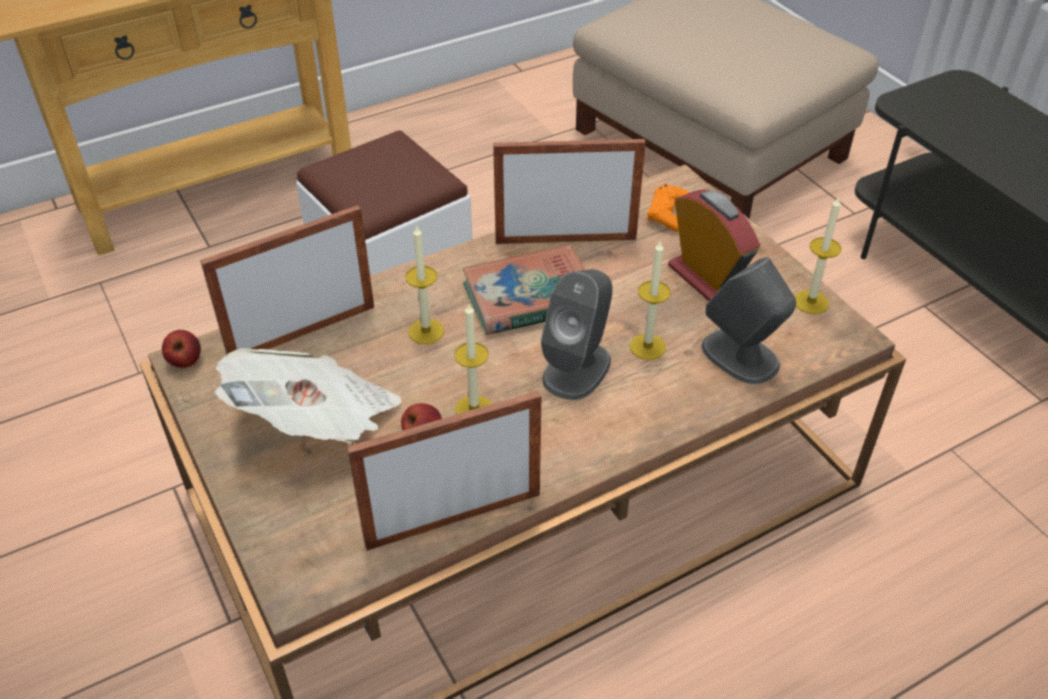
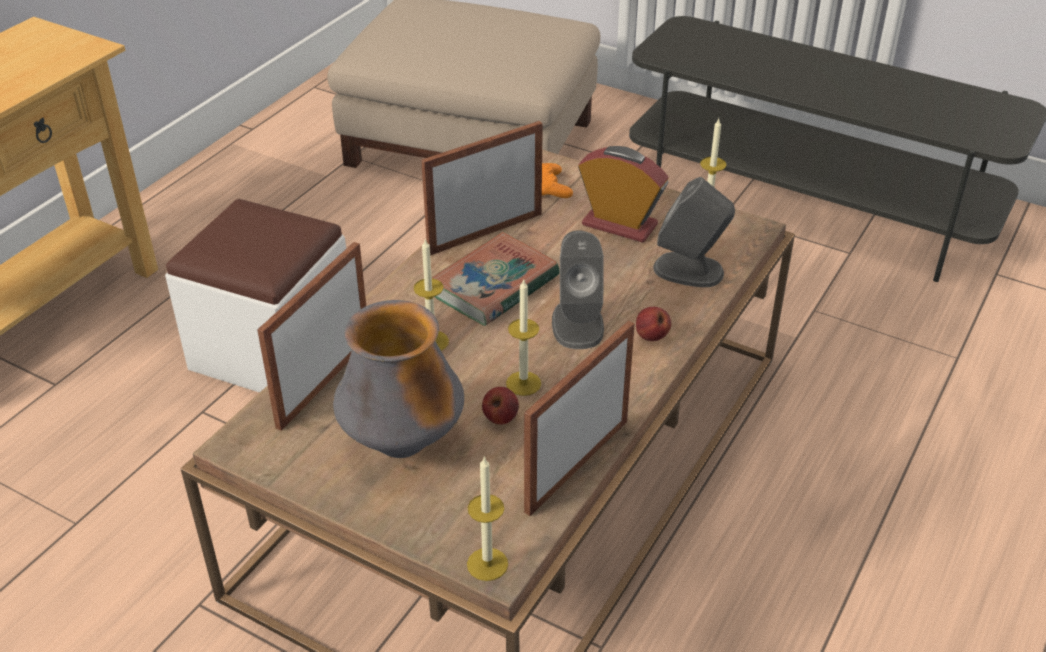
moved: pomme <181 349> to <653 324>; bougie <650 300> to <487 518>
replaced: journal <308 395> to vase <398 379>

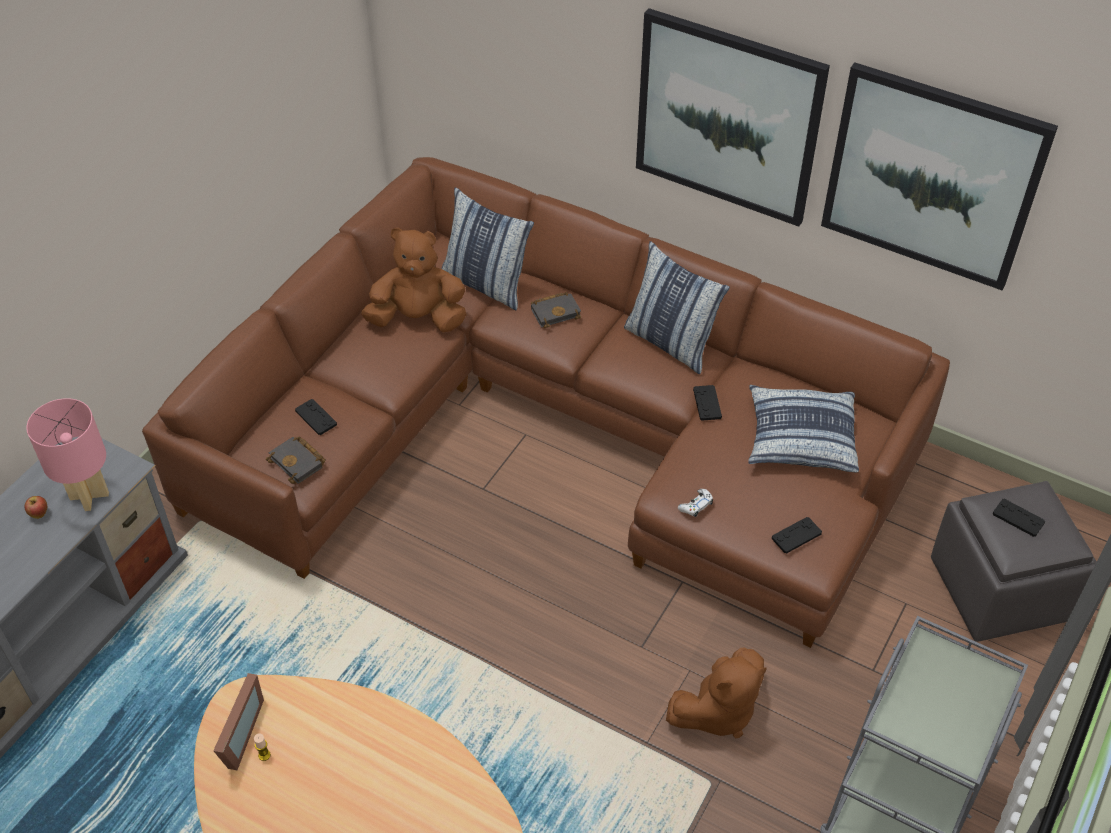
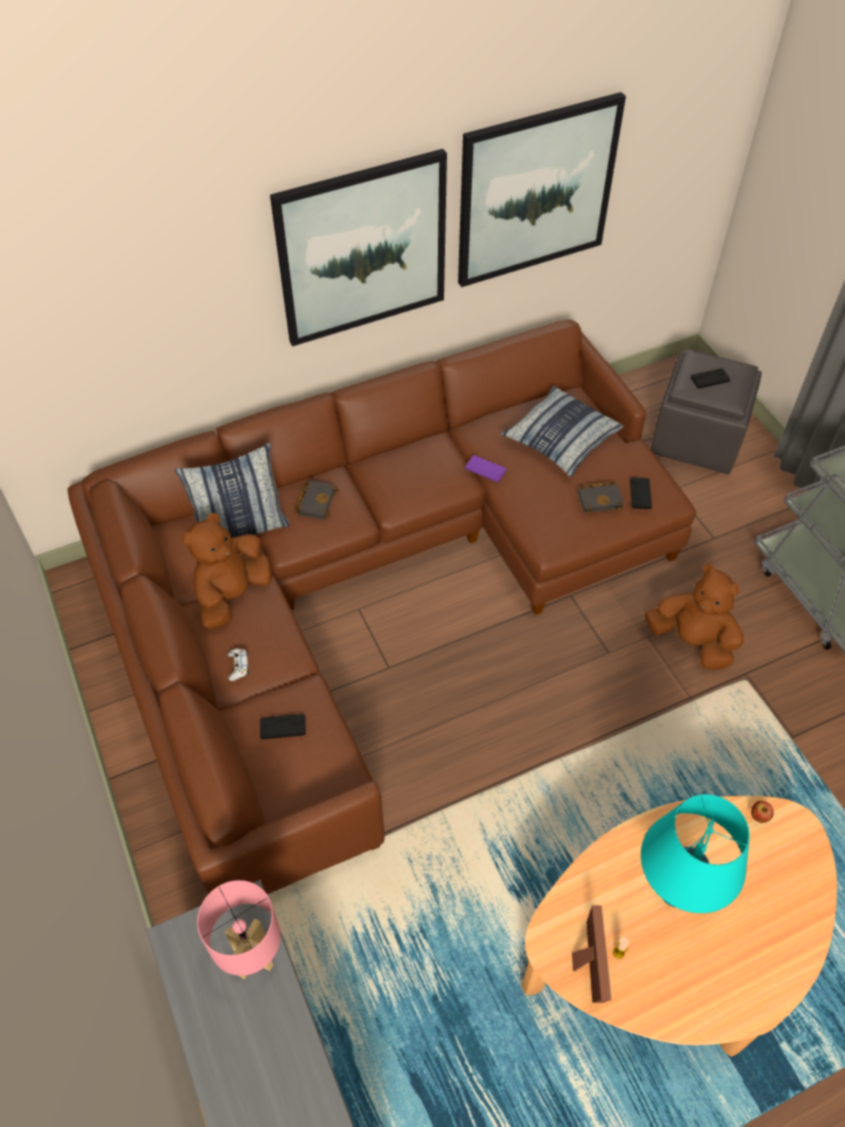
removed: coussin <677 307>
added: lampe de table [turquoise] <695 853>
moved: pomme <35 507> to <762 812>; livre [noir] <296 460> to <601 498>; manette [blanc] <695 503> to <238 665>
recoloured: manette [noir] <707 403> to manette [violet] <485 468>
turned: cadre photo <238 721> = <592 954> 45 degrees clockwise; peluche [marron] <716 693> = <693 617> 60 degrees counterclockwise

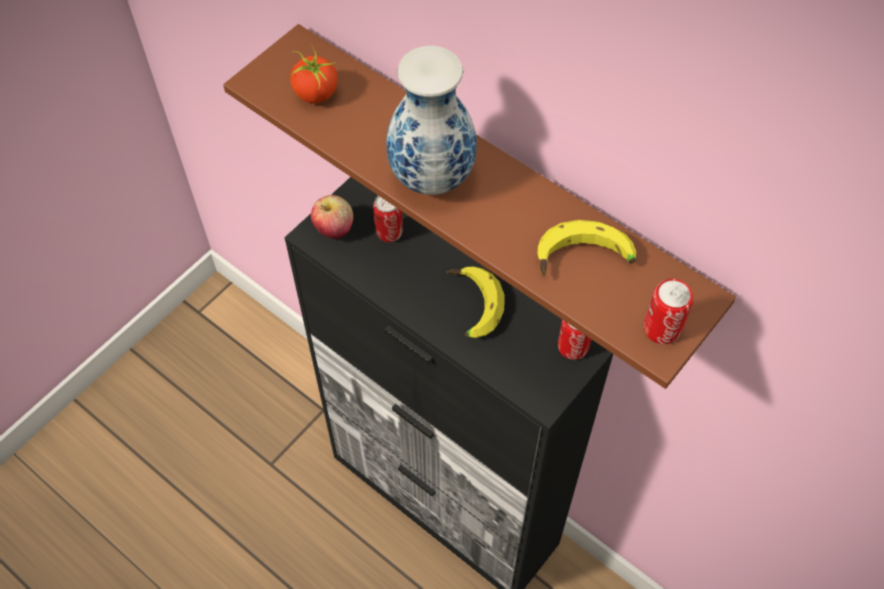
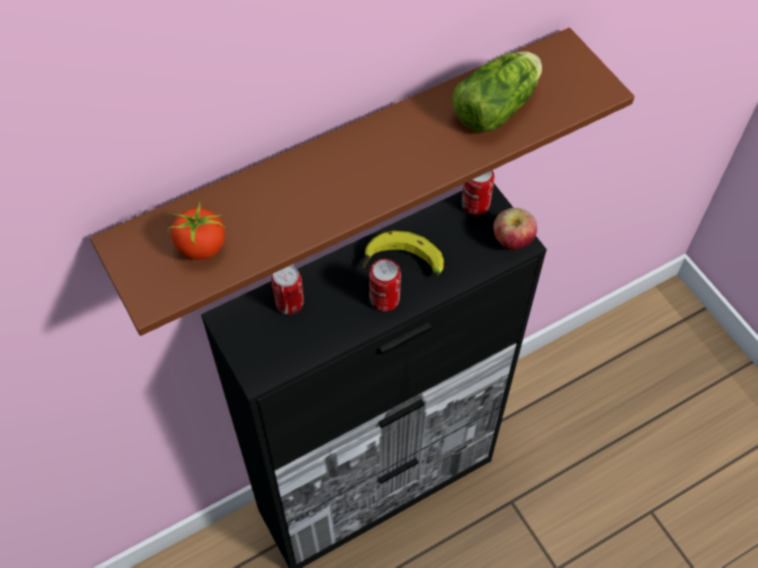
removed: vase <431 120>
moved: pomme <332 217> to <515 229>; boîte métallique <668 311> to <385 285>
replaced: banane <586 248> to laitue <497 91>

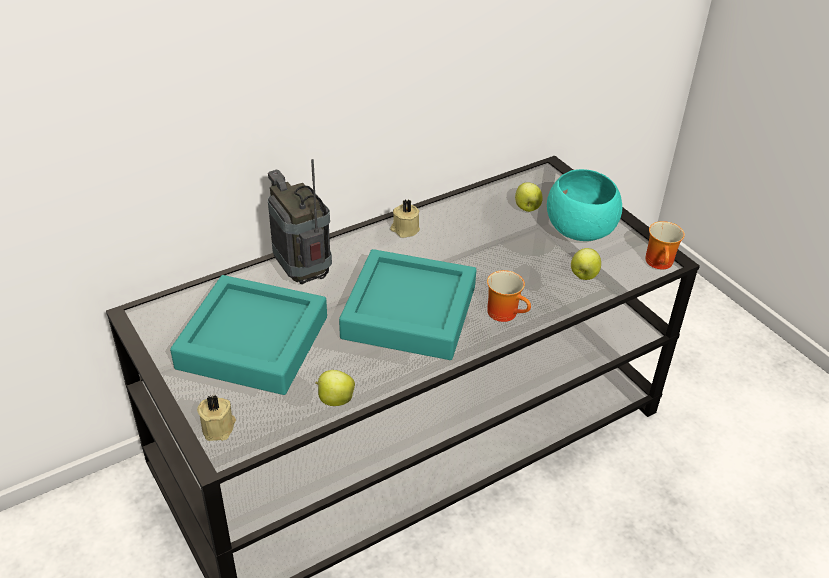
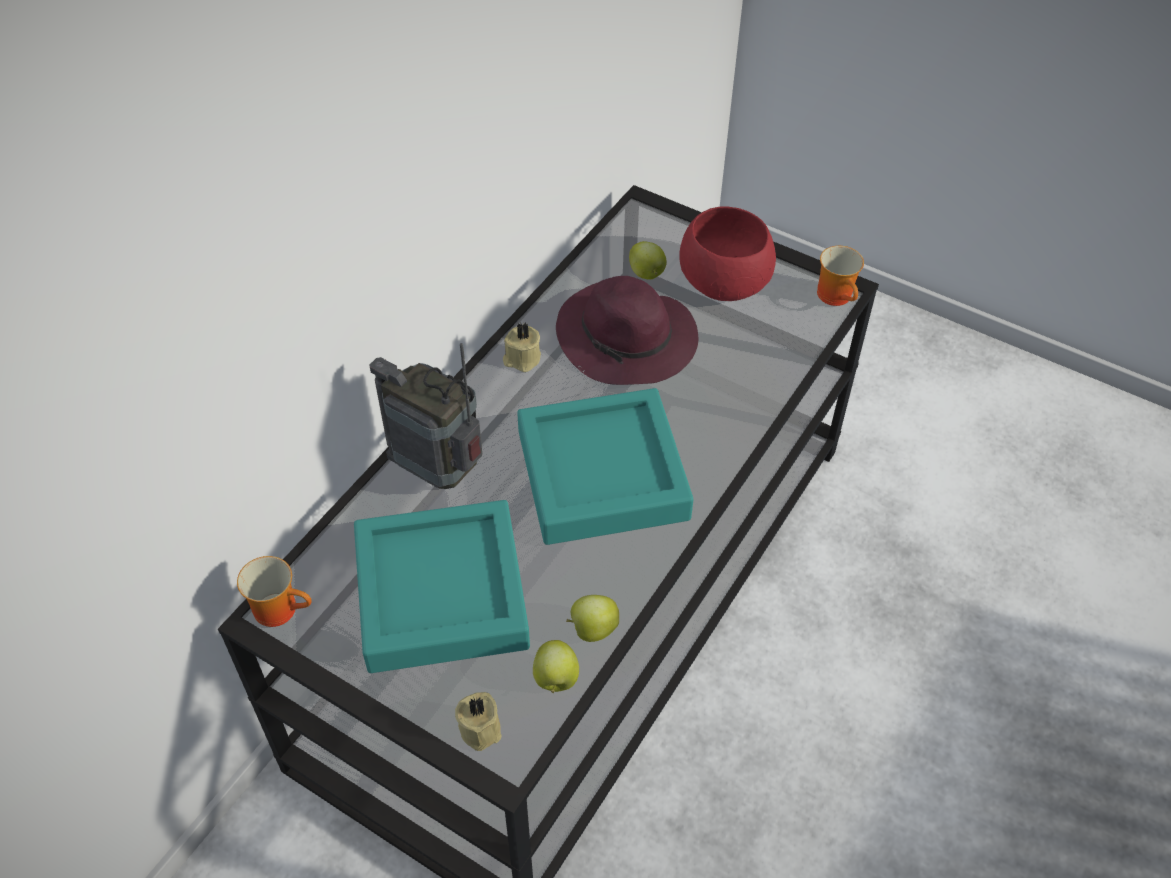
added: chapeau [violet] <627 330>
moved: mug <509 296> to <274 591>; pomme <586 264> to <556 666>
recoloured: bol [turquoise] <584 205> to bol [rouge] <727 253>

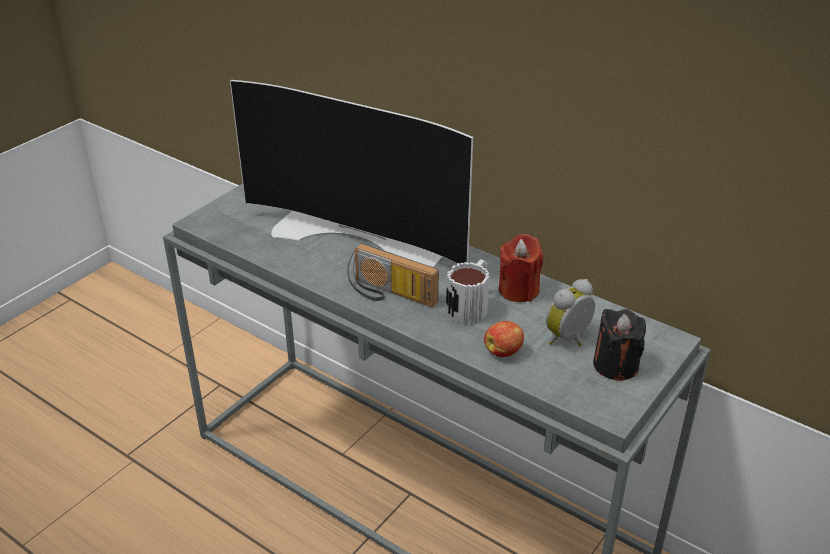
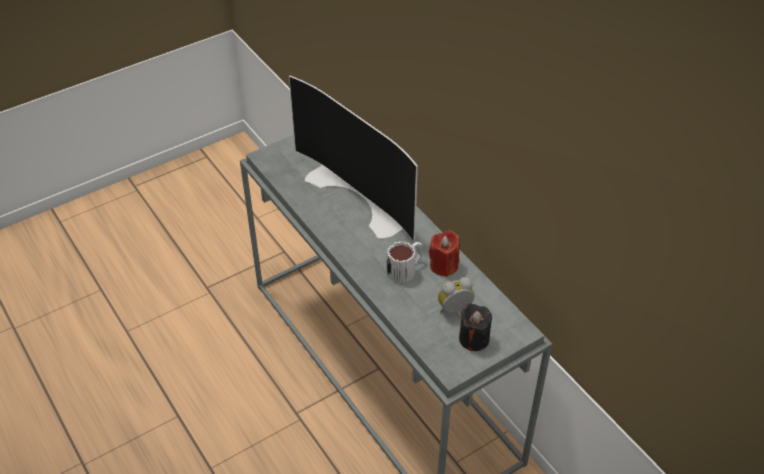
removed: radio <393 275>; pomme <504 339>

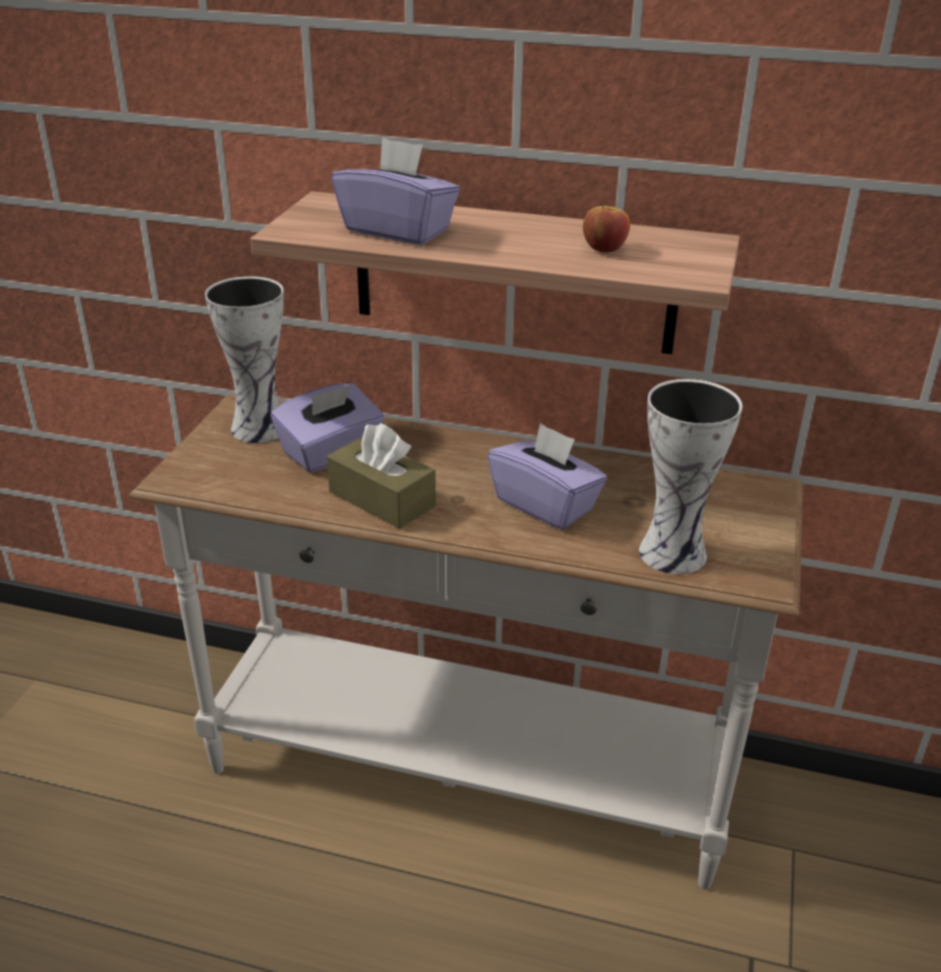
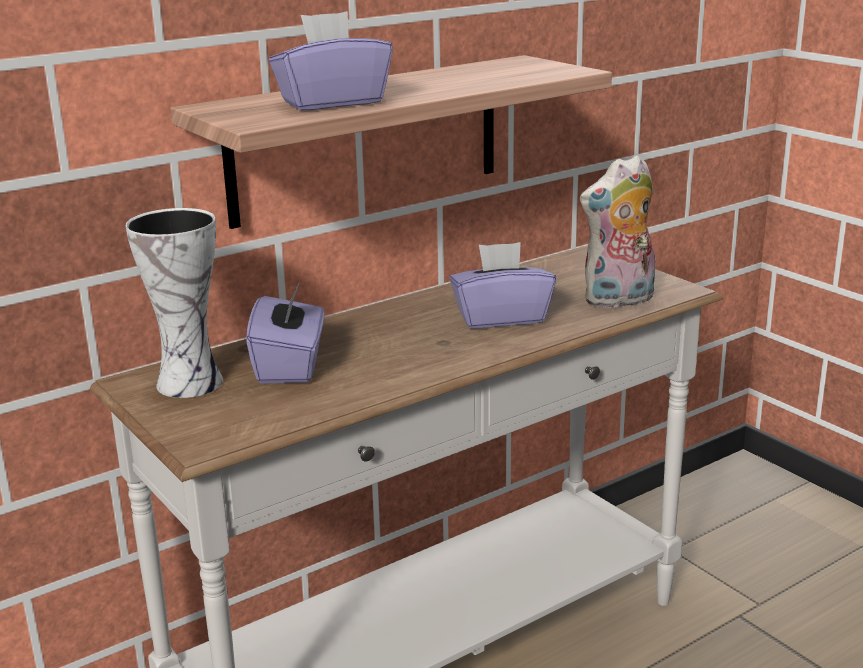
removed: boîte à mouchoirs [marron] <381 476>; pomme <606 228>
replaced: vase <690 476> to peluche <617 231>

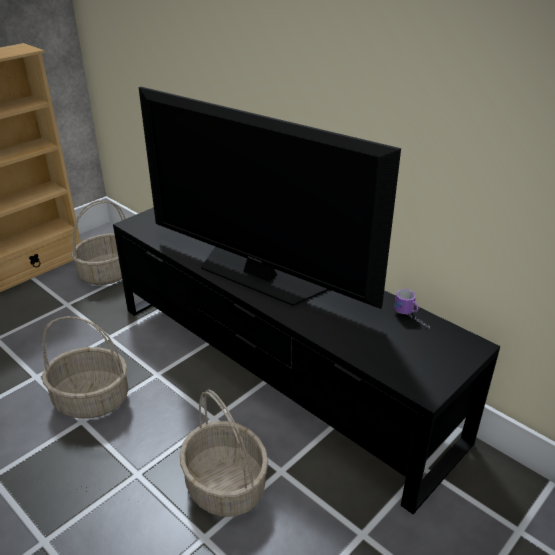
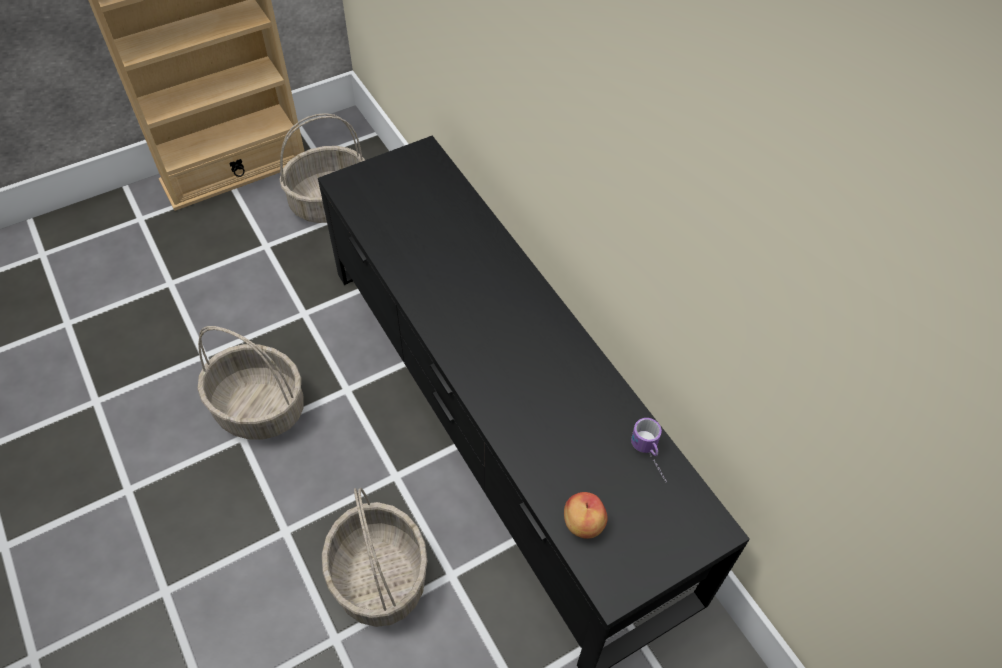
removed: téléviseur <270 198>
added: pomme <586 515>

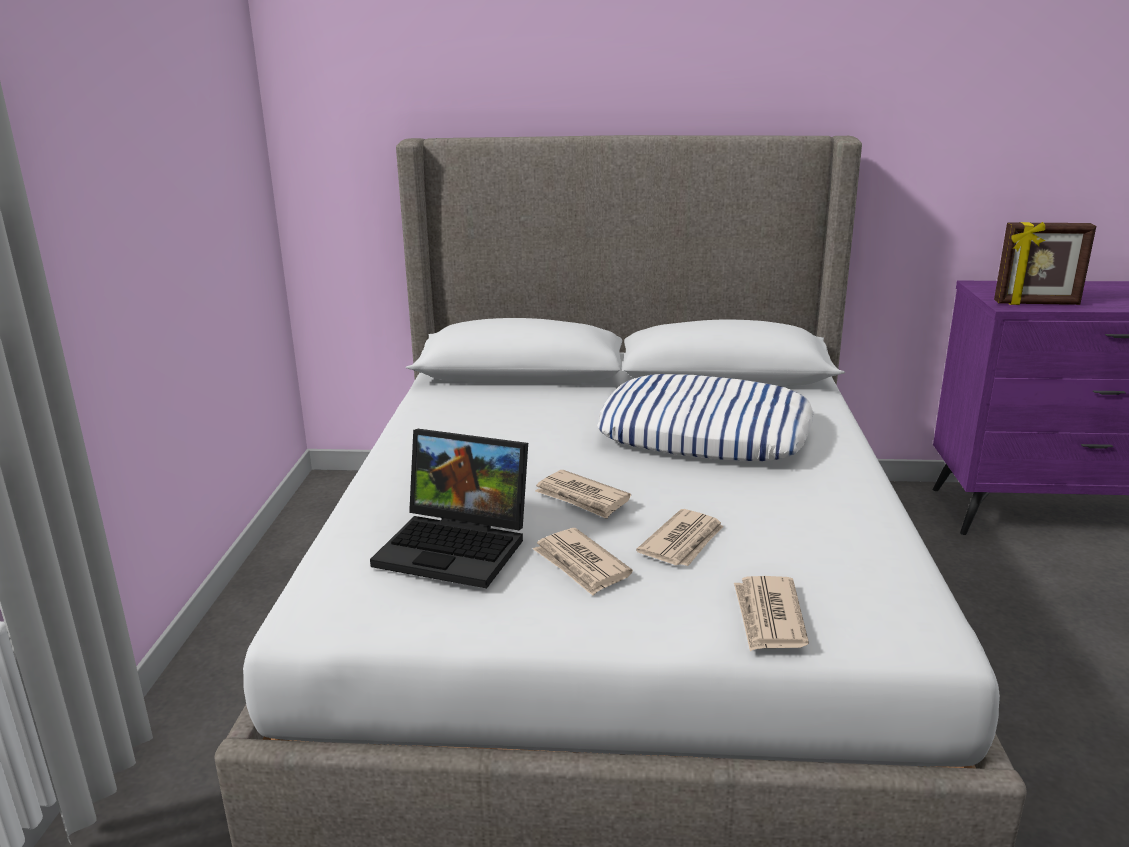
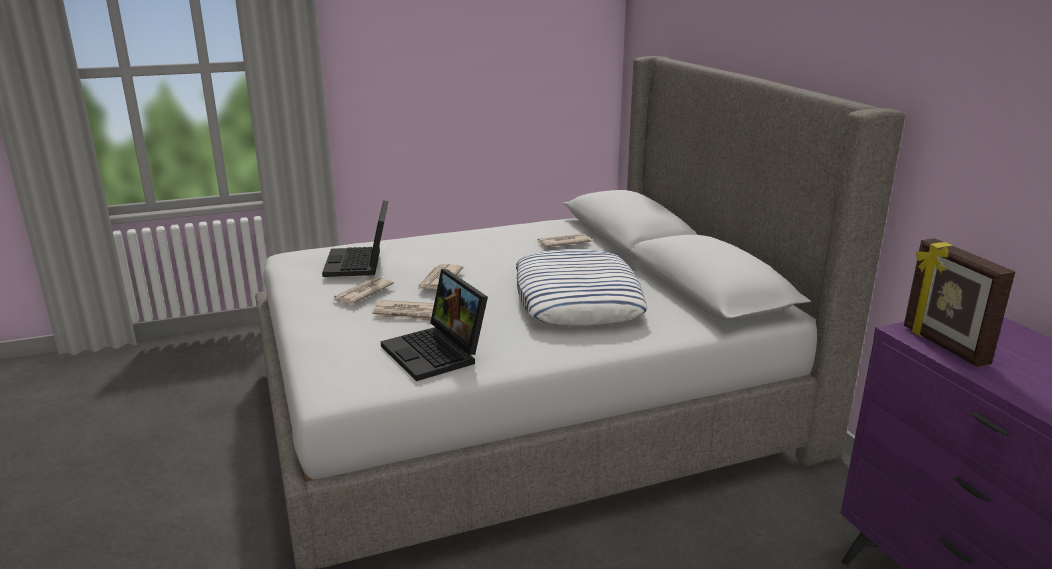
added: ordinateur portable <434 325>
moved: journal <771 613> to <563 240>

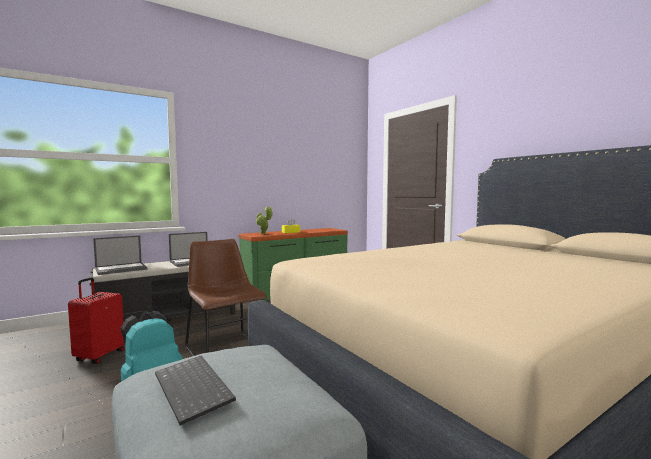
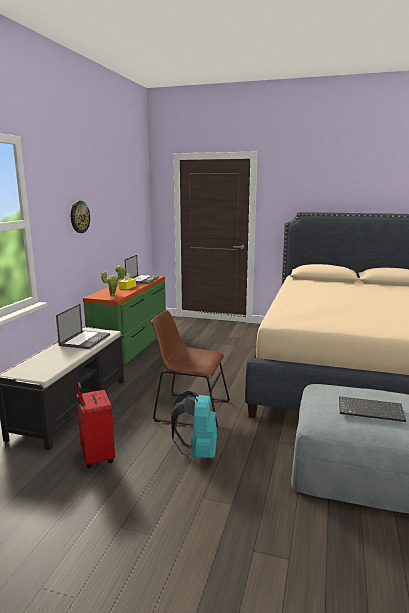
added: horloge murale <80 217>
moved: ordinateur portable <120 255> to <142 269>

